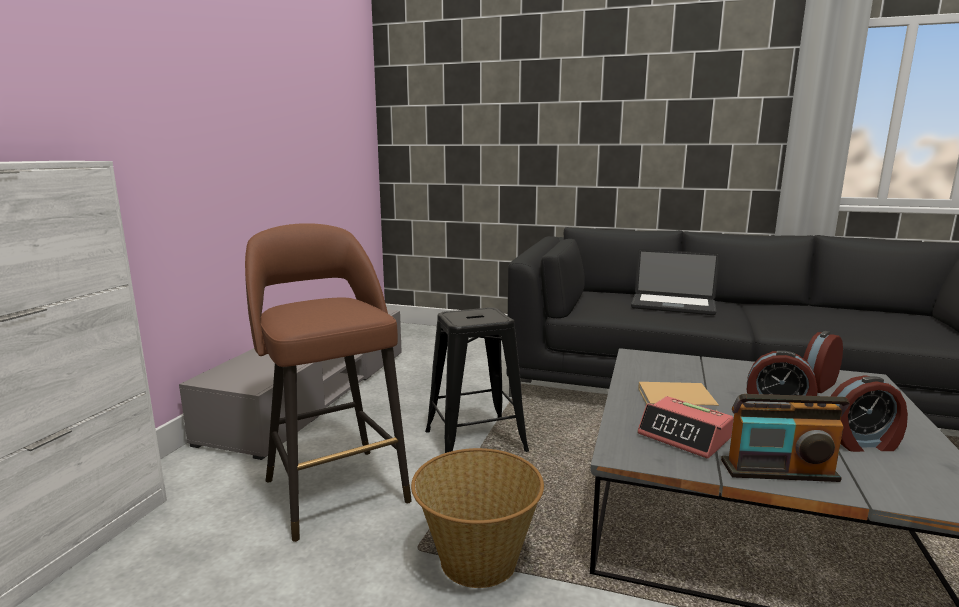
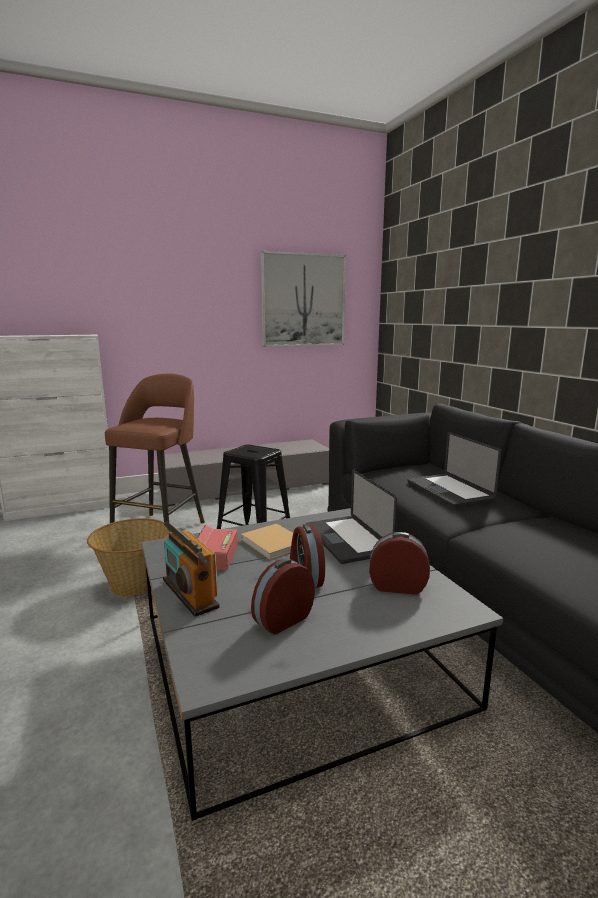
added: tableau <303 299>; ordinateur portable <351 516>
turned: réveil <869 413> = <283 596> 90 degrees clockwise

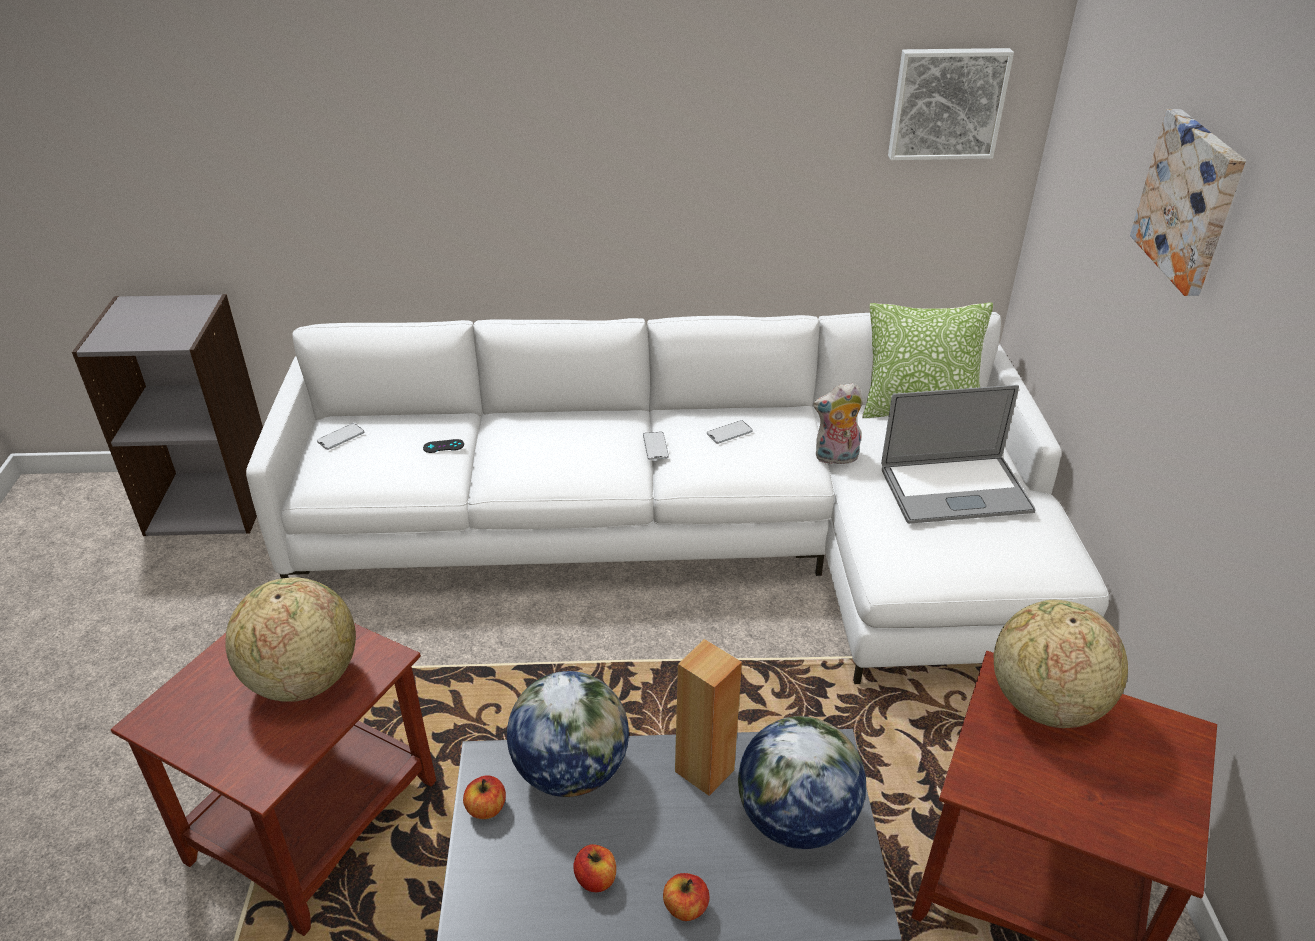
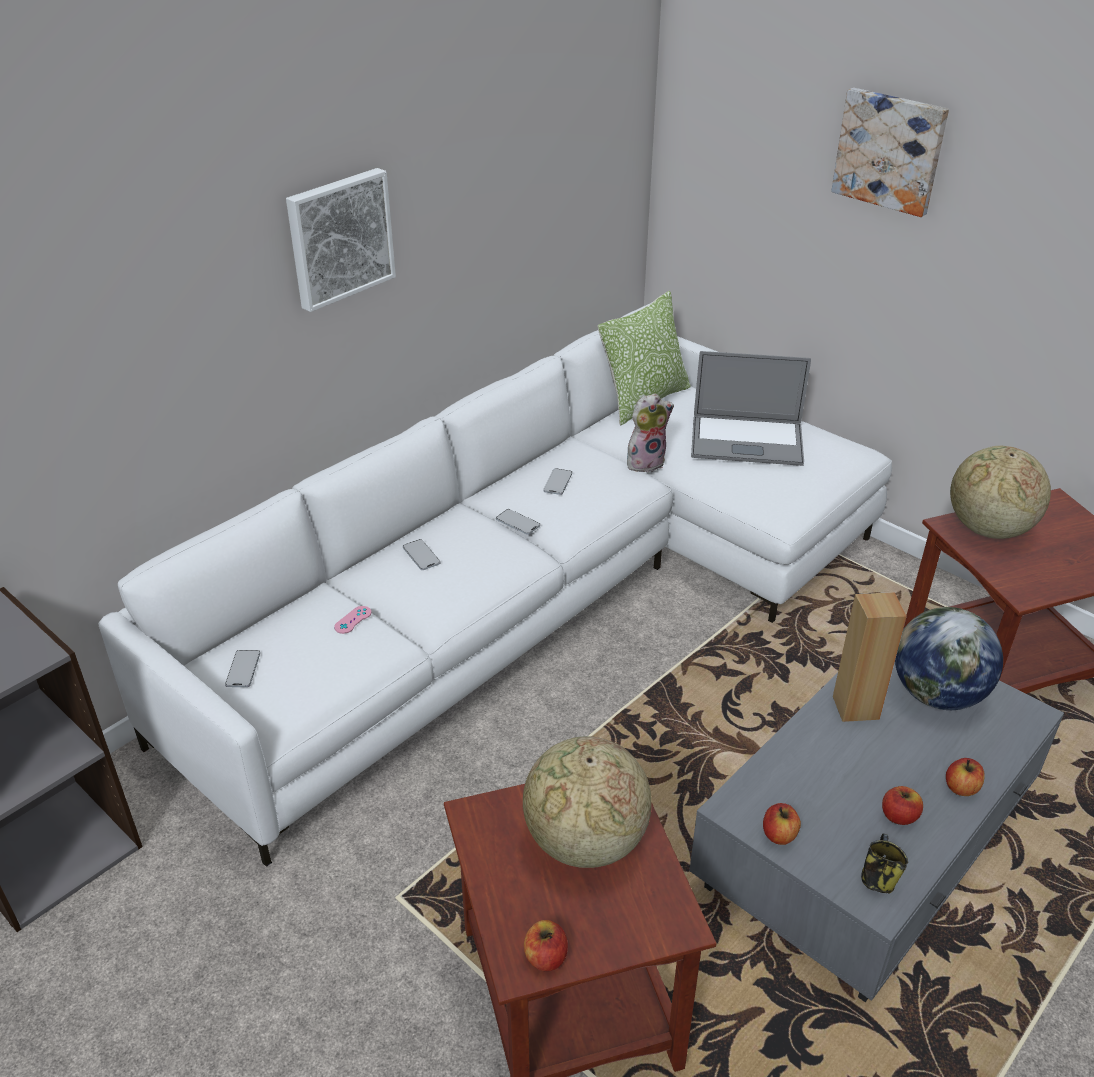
removed: globe <568 734>
added: téléphone <421 554>; pomme <546 945>; mug <884 864>
moved: tableau <951 104> to <341 240>
recoloured: manette [noir] <443 446> to manette [rose] <352 620>
turned: peluche <838 423> = <650 433> 150 degrees counterclockwise; ordinateur portable <958 454> = <751 408> 60 degrees clockwise

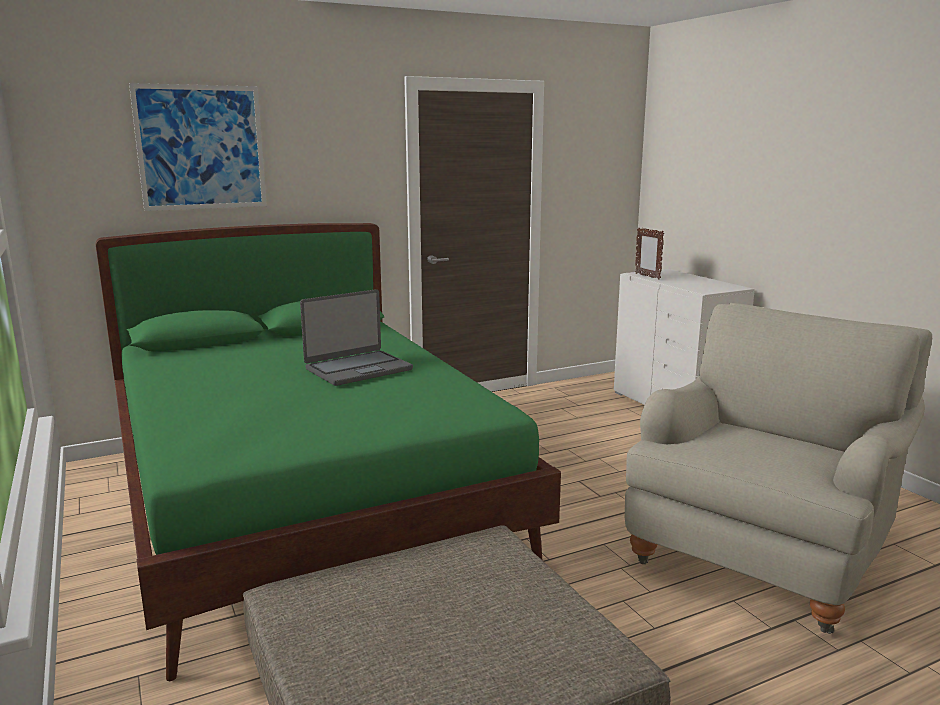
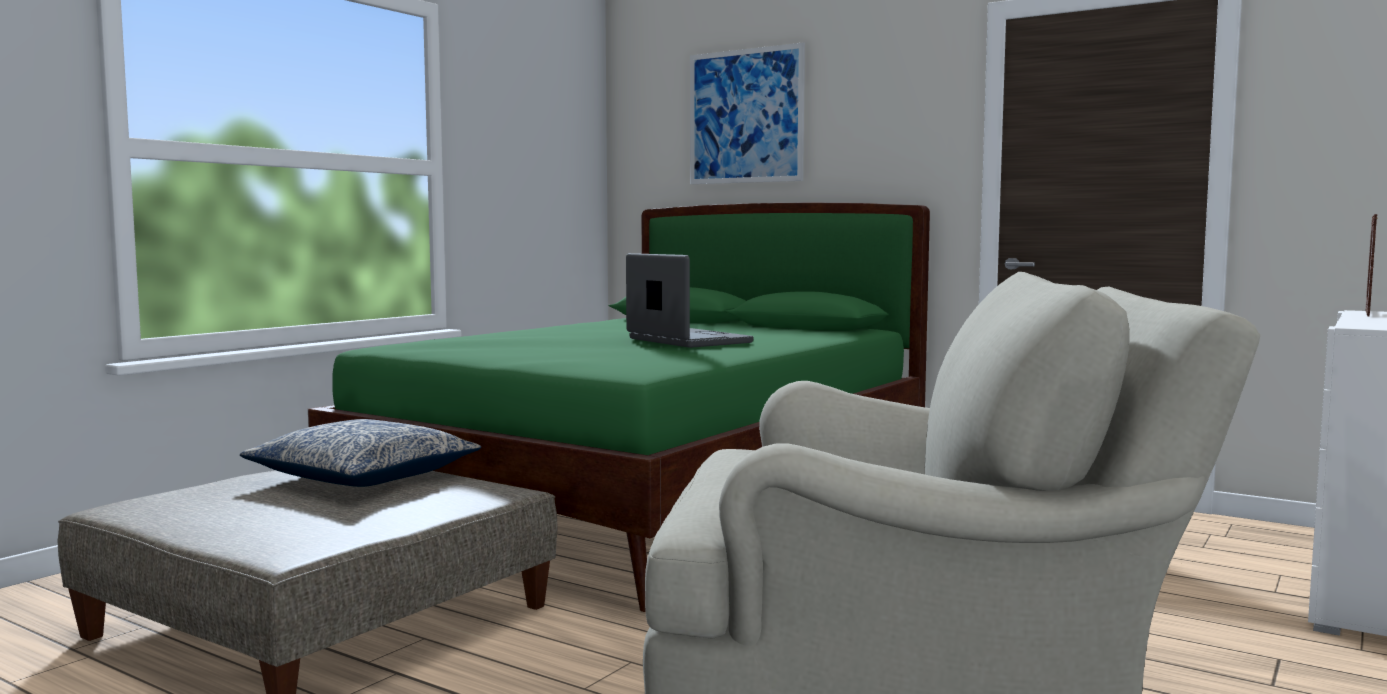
added: coussin <360 453>
turned: ordinateur portable <356 337> = <689 300> 150 degrees counterclockwise

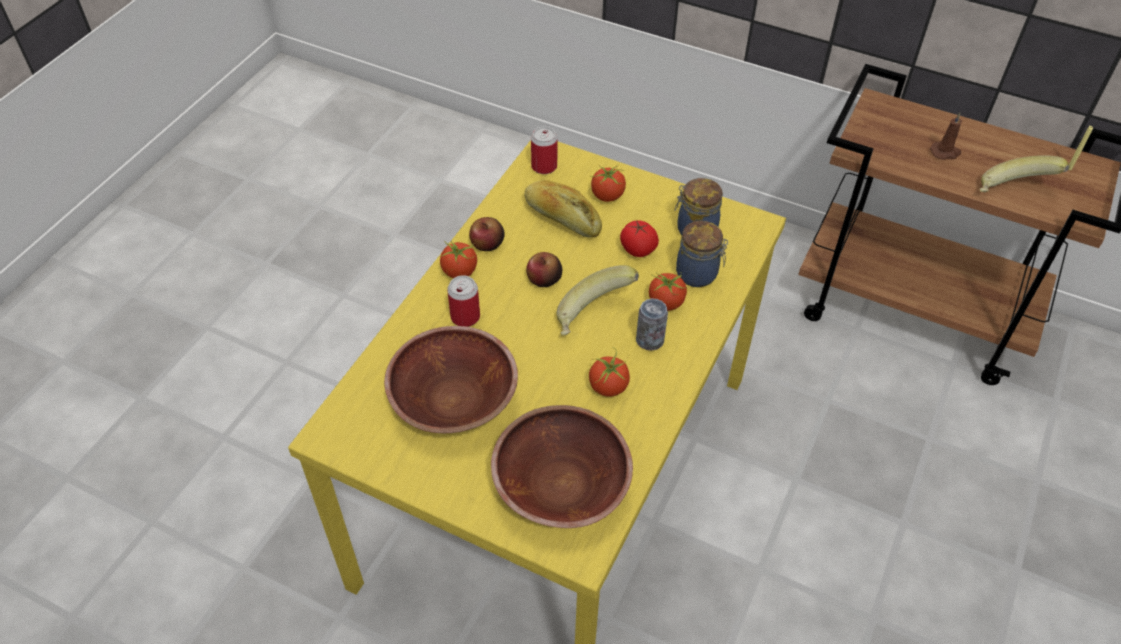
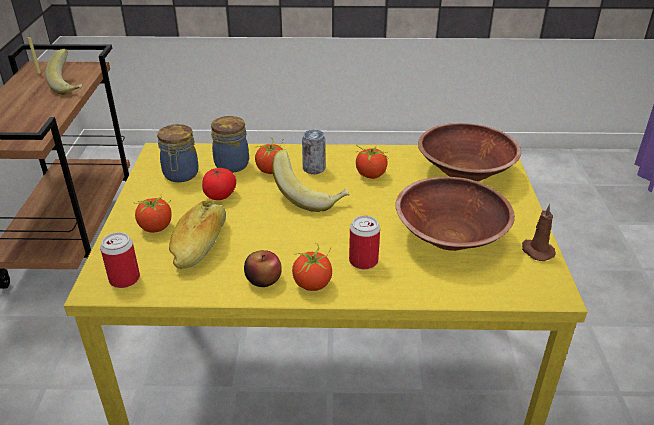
removed: pomme <544 269>
moved: bougie [marron] <946 136> to <539 232>

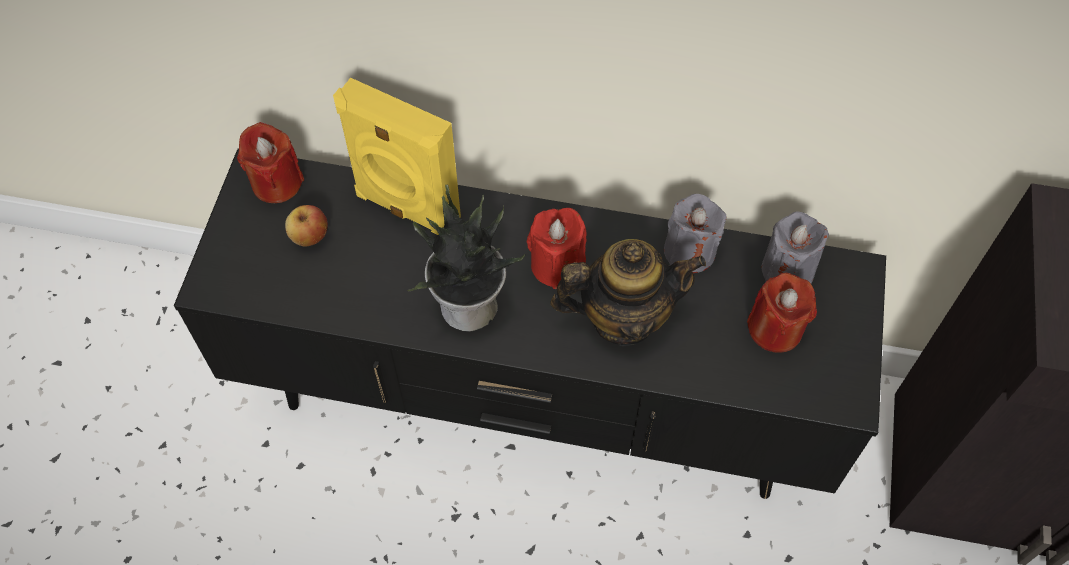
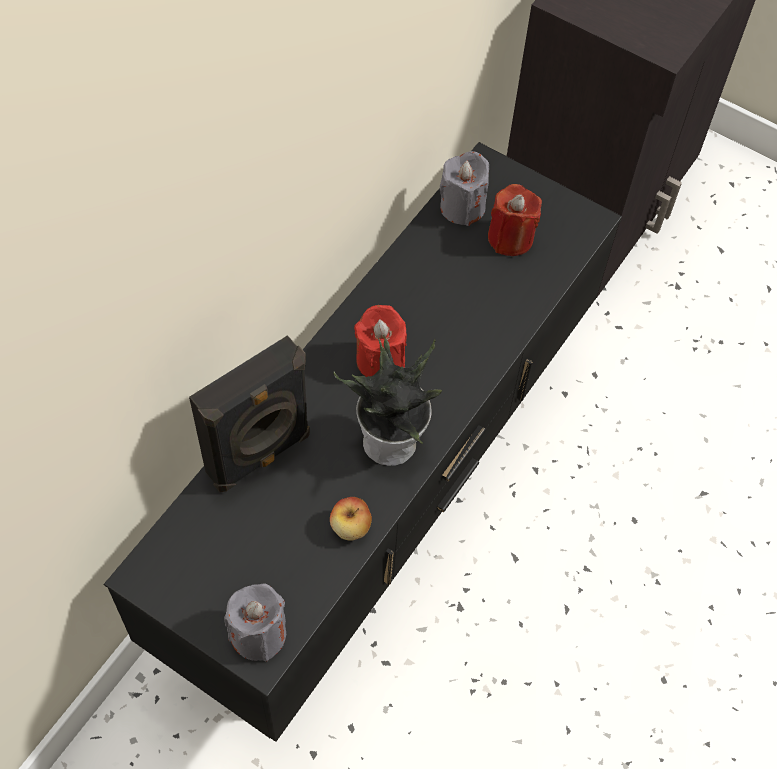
removed: bougie [rouge] <270 162>; théière <628 292>
moved: pomme <306 225> to <351 519>; bougie [gris] <695 233> to <255 622>
recoloured: enceinte [jaune] <397 156> to enceinte [noir] <249 413>

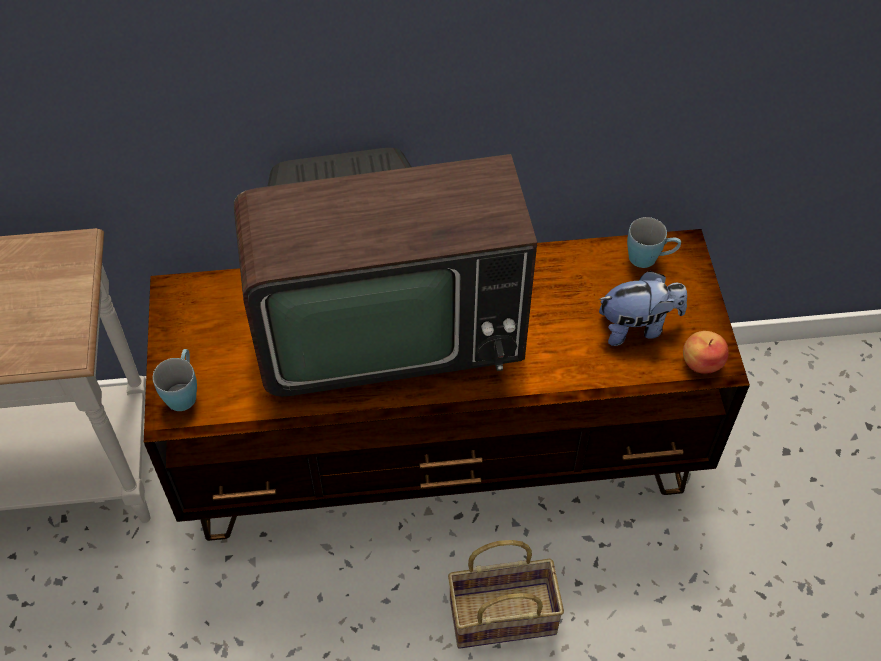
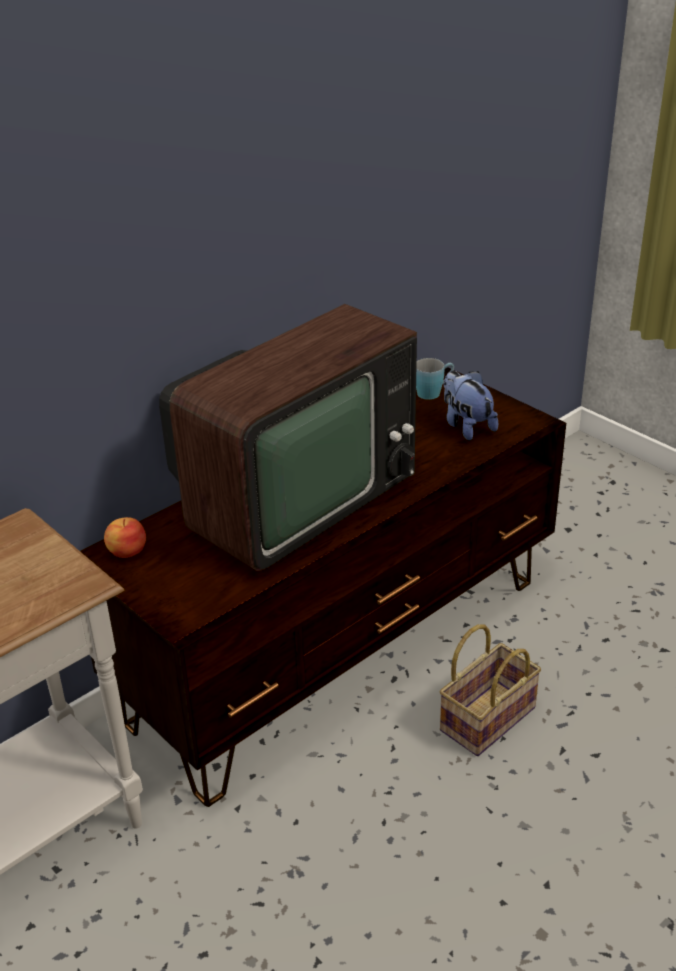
removed: mug [bleu] <175 380>
moved: pomme <706 352> to <125 537>
turned: peluche <643 308> = <471 406> 75 degrees counterclockwise

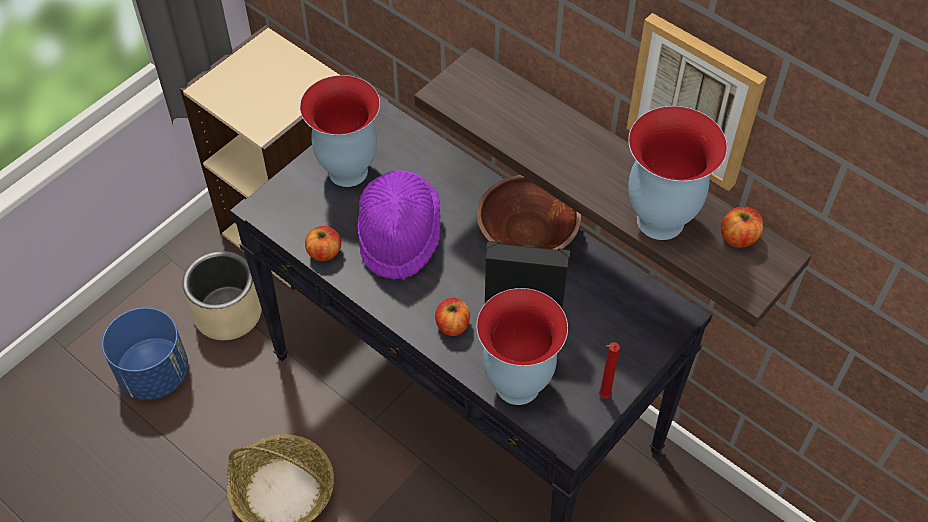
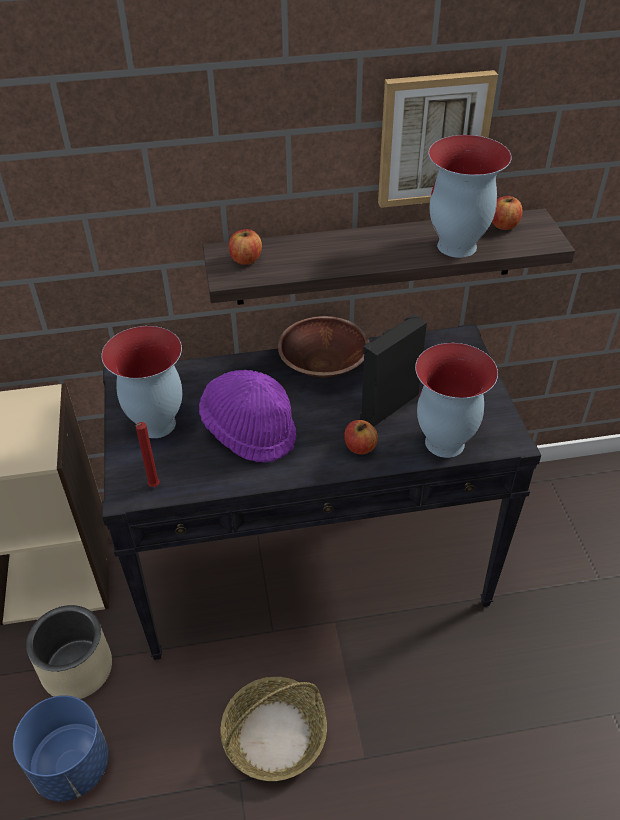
moved: pomme <323 243> to <245 247>; bougie [rouge] <609 370> to <148 454>

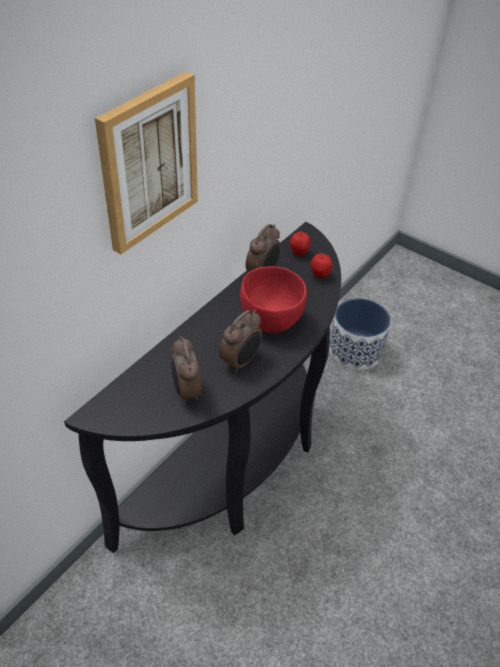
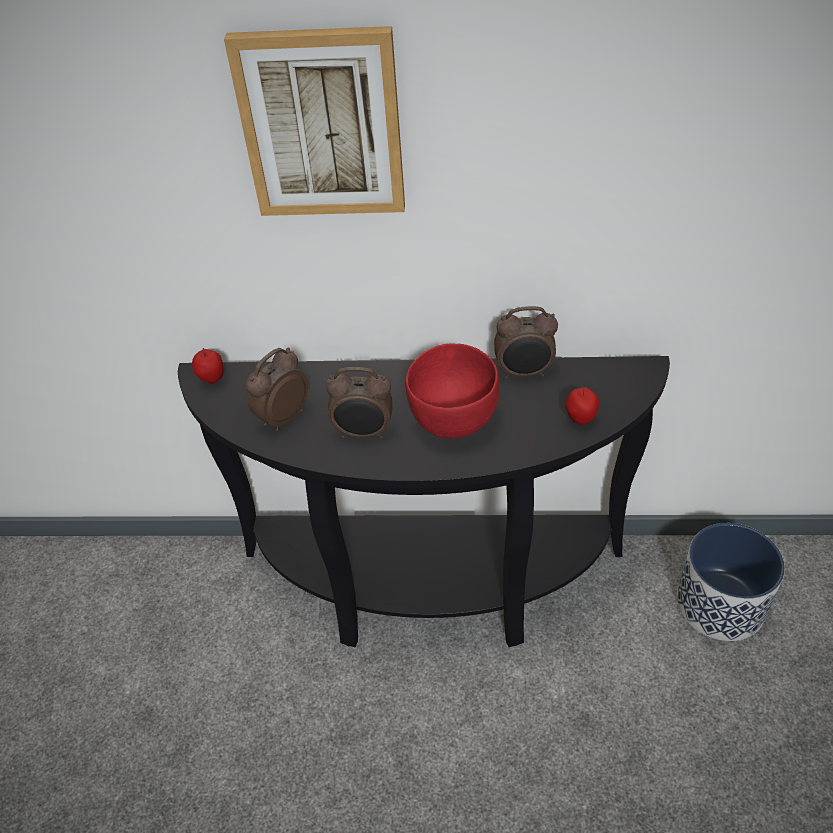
moved: pomme <300 242> to <208 366>

